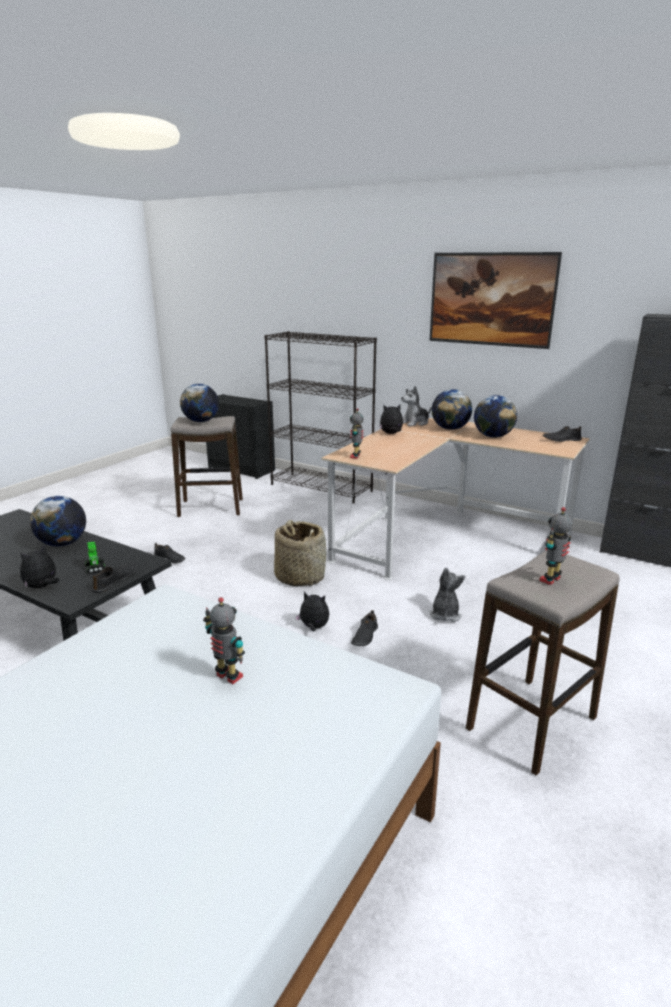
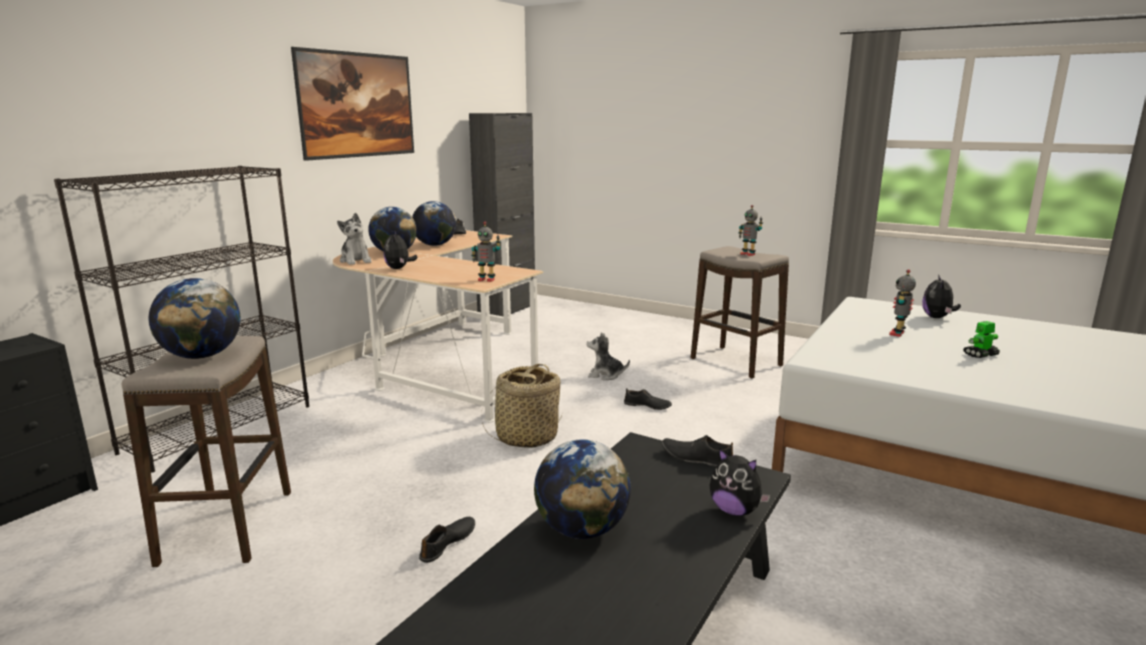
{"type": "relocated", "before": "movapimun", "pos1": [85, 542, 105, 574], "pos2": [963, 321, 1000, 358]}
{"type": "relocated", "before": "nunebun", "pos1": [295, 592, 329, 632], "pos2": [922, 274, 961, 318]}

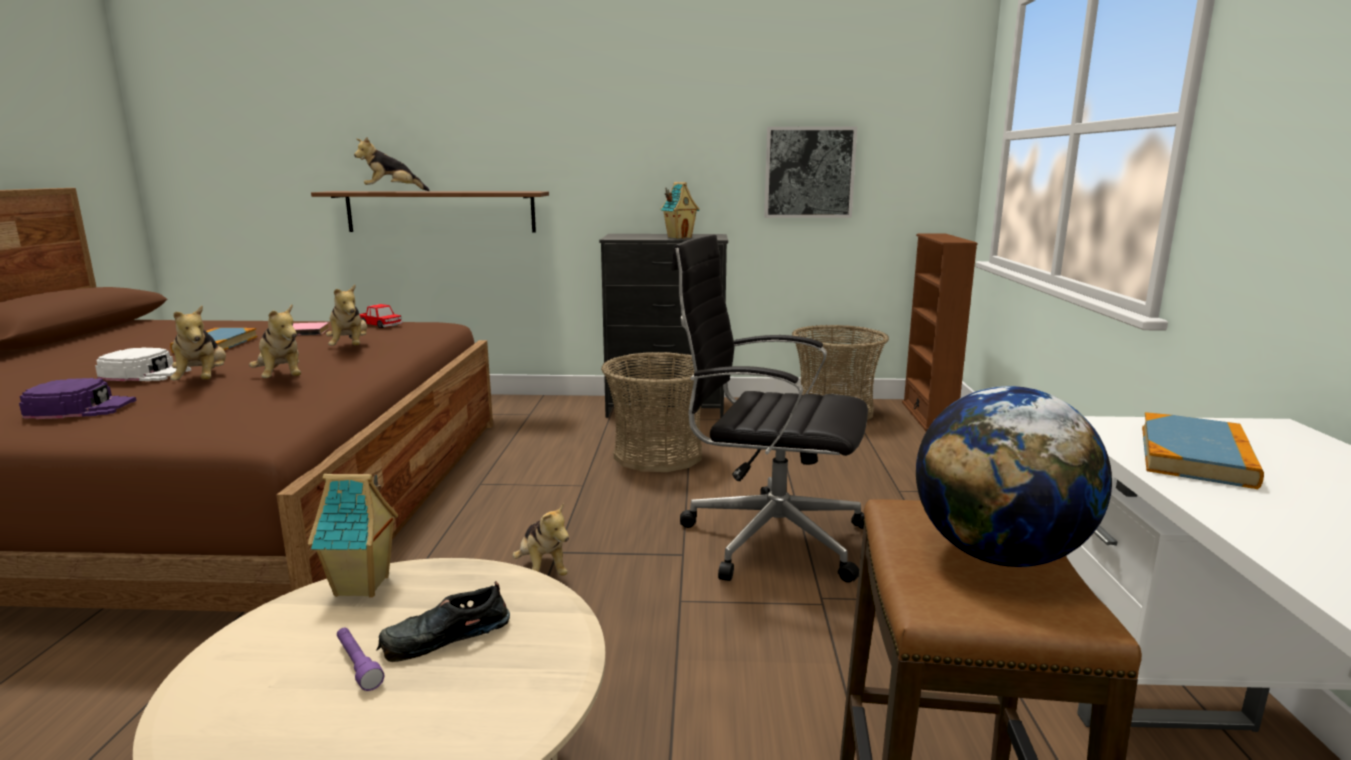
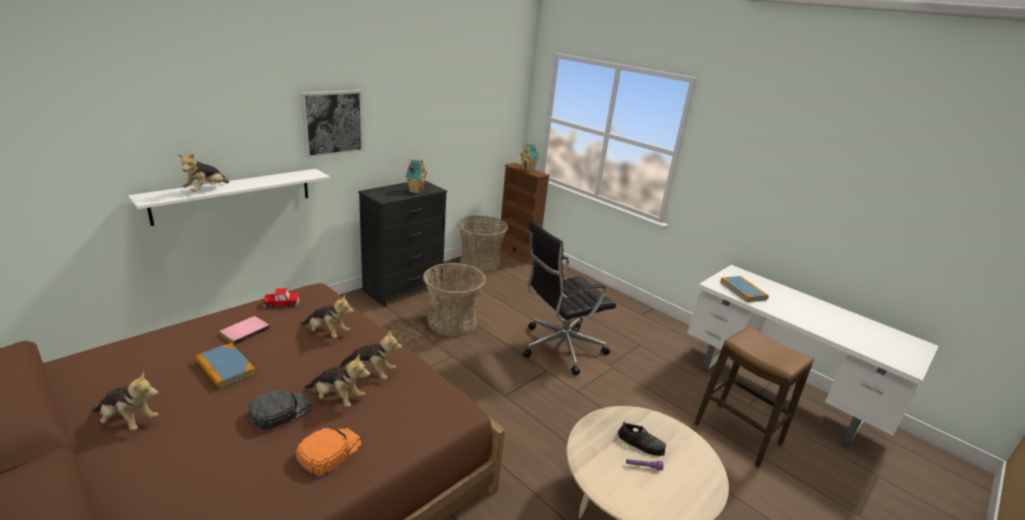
{"type": "missing", "before": "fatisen", "pos1": [916, 386, 1112, 567]}
{"type": "relocated", "before": "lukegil", "pos1": [308, 474, 398, 597], "pos2": [520, 142, 540, 171]}
{"type": "relocated", "before": "nunebun", "pos1": [512, 502, 569, 575], "pos2": [92, 371, 159, 430]}
{"type": "relocated", "before": "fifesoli", "pos1": [764, 127, 857, 218], "pos2": [301, 90, 363, 158]}
{"type": "colour", "before": "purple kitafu", "after": "orange kitafu", "pos1": [19, 378, 137, 419], "pos2": [296, 428, 362, 477]}
{"type": "colour", "before": "white kitafu", "after": "black kitafu", "pos1": [95, 348, 191, 381], "pos2": [249, 389, 312, 432]}
{"type": "colour", "before": "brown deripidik", "after": "white deripidik", "pos1": [311, 191, 549, 233], "pos2": [128, 169, 330, 226]}
{"type": "spun", "before": "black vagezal", "pos1": [376, 581, 510, 662], "pos2": [618, 422, 666, 456], "turn": -75}

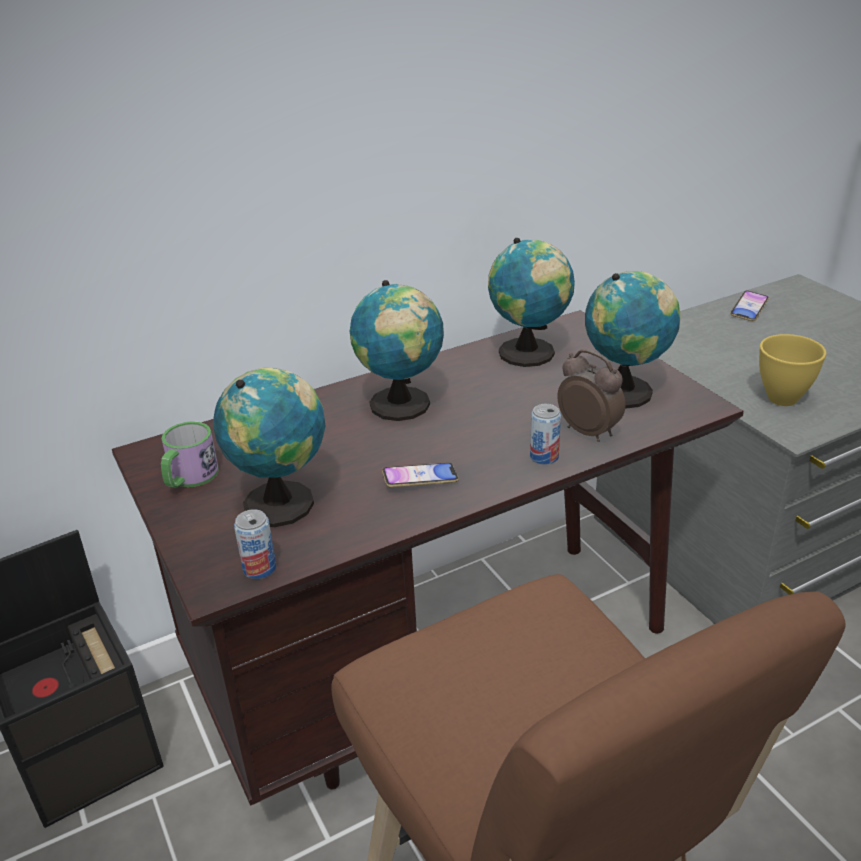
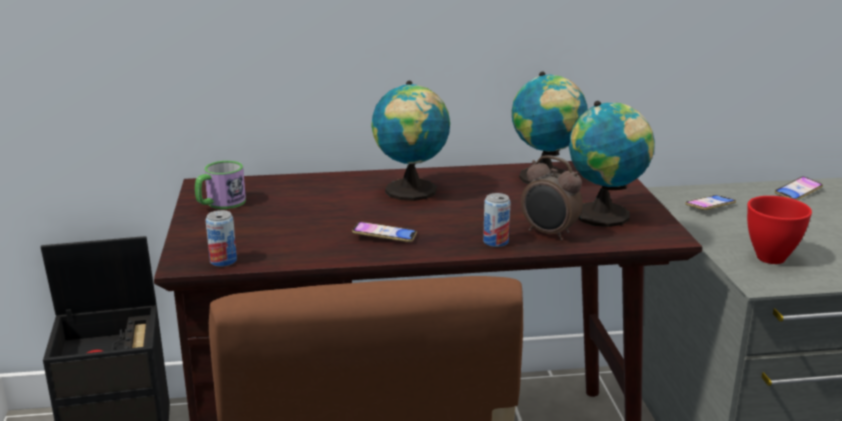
{"type": "missing", "before": "fatisen", "pos1": [213, 368, 325, 527]}
{"type": "appeared", "after": "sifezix", "pos2": [685, 195, 736, 210]}
{"type": "colour", "before": "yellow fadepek", "after": "red fadepek", "pos1": [759, 334, 826, 406], "pos2": [747, 196, 812, 264]}
{"type": "spun", "before": "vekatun", "pos1": [558, 349, 625, 442], "pos2": [521, 155, 583, 241], "turn": 150}

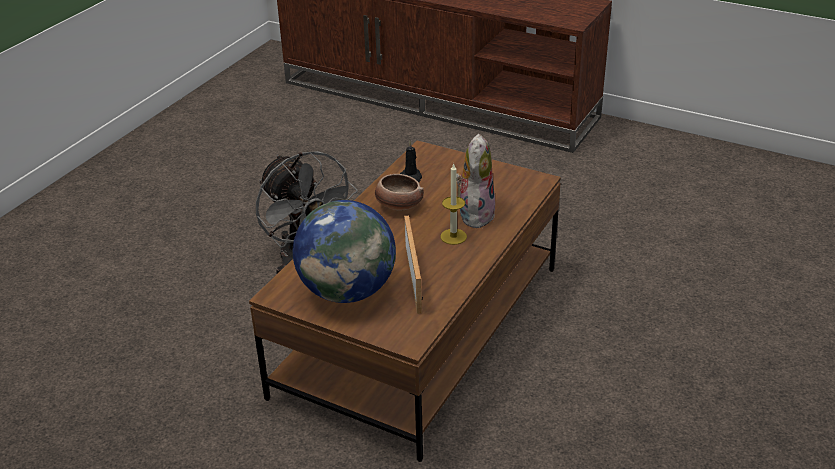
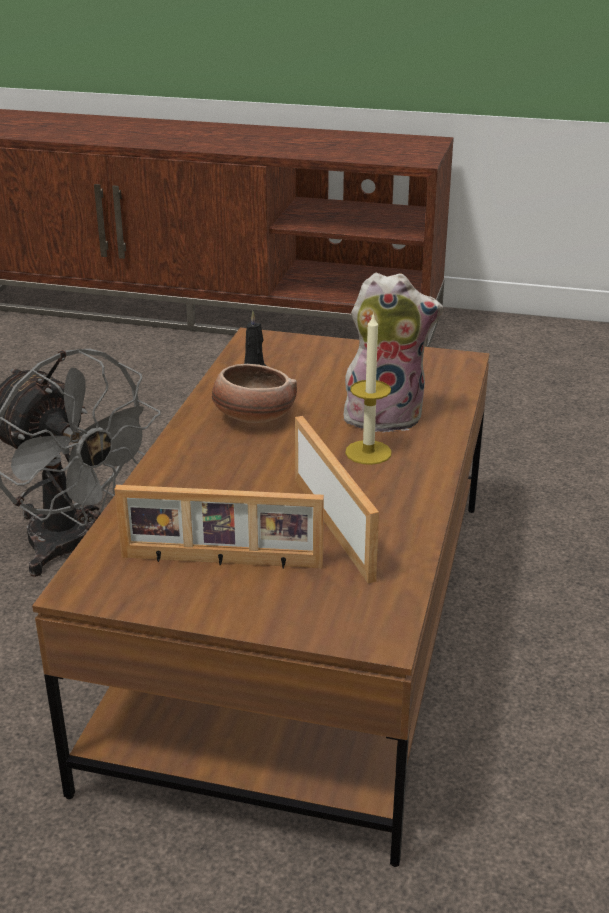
{"type": "exchanged", "before": "fatisen", "after": "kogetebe", "pos1": [293, 200, 396, 303], "pos2": [114, 485, 324, 569]}
{"type": "spun", "before": "nunebun", "pos1": [457, 134, 495, 228], "pos2": [344, 272, 443, 433], "turn": 90}

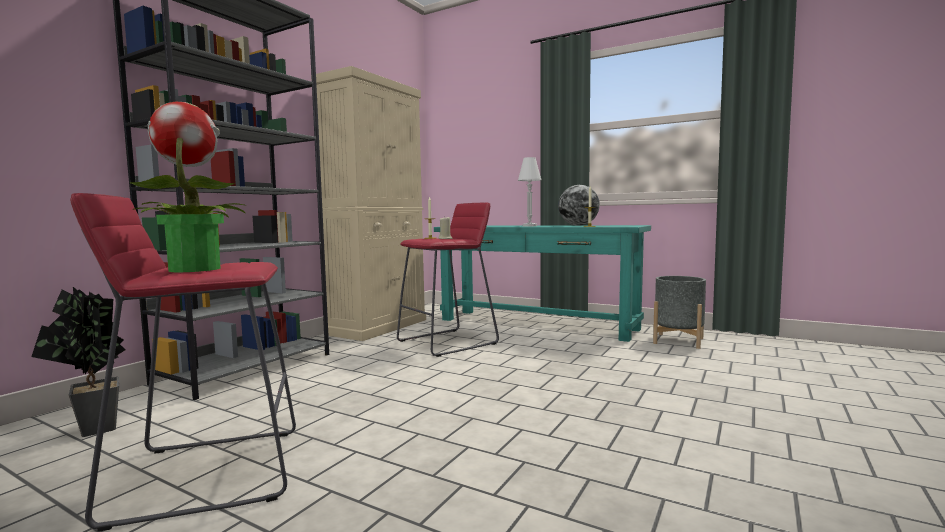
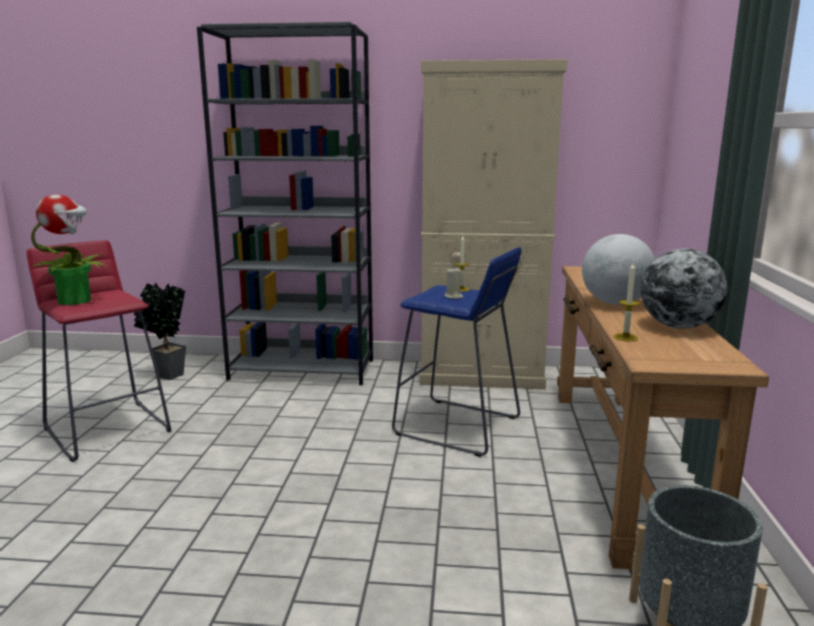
{"type": "exchanged", "before": "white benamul", "after": "fatisen", "pos1": [518, 157, 542, 227], "pos2": [582, 234, 655, 305]}
{"type": "colour", "before": "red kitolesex", "after": "blue kitolesex", "pos1": [397, 203, 499, 357], "pos2": [392, 247, 522, 457]}
{"type": "colour", "before": "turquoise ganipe", "after": "brown ganipe", "pos1": [434, 225, 651, 342], "pos2": [557, 266, 769, 569]}

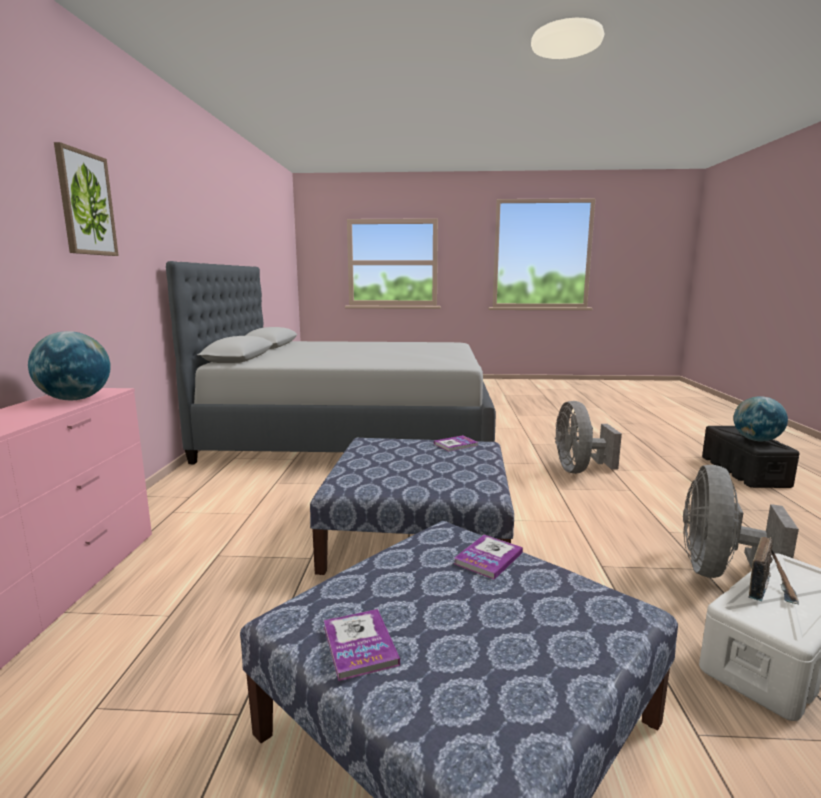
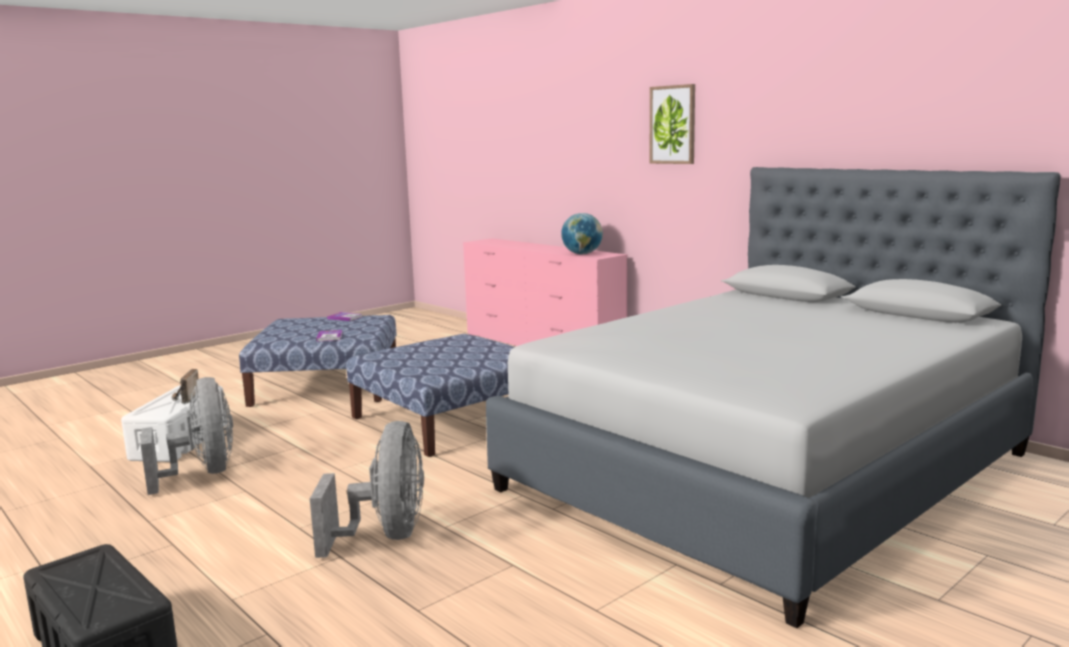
{"type": "missing", "before": "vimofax", "pos1": [434, 435, 478, 452]}
{"type": "missing", "before": "fatisen", "pos1": [734, 396, 788, 441]}
{"type": "spun", "before": "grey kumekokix", "pos1": [555, 401, 622, 474], "pos2": [310, 421, 424, 558], "turn": 45}

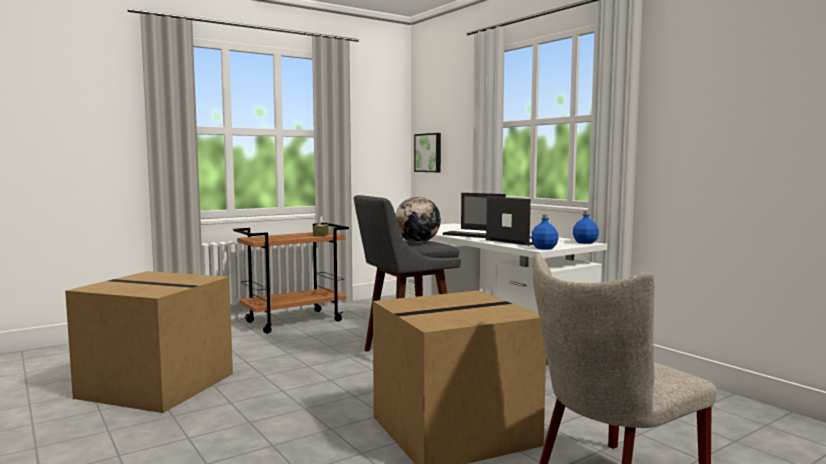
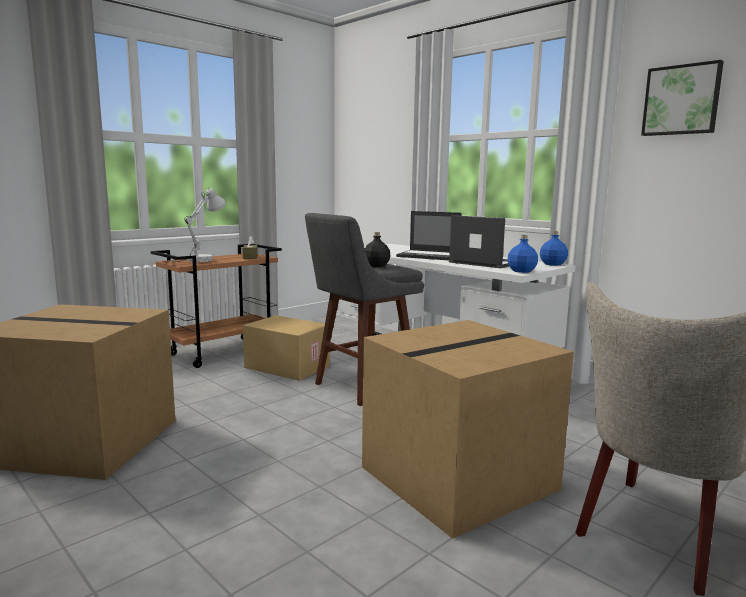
{"type": "appeared", "after": "white benamul", "pos2": [171, 188, 226, 262]}
{"type": "appeared", "after": "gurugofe", "pos2": [243, 315, 330, 381]}
{"type": "relocated", "before": "fifesoli", "pos1": [414, 133, 441, 172], "pos2": [641, 60, 724, 136]}
{"type": "exchanged", "before": "fatisen", "after": "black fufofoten", "pos1": [395, 197, 441, 243], "pos2": [365, 232, 390, 267]}

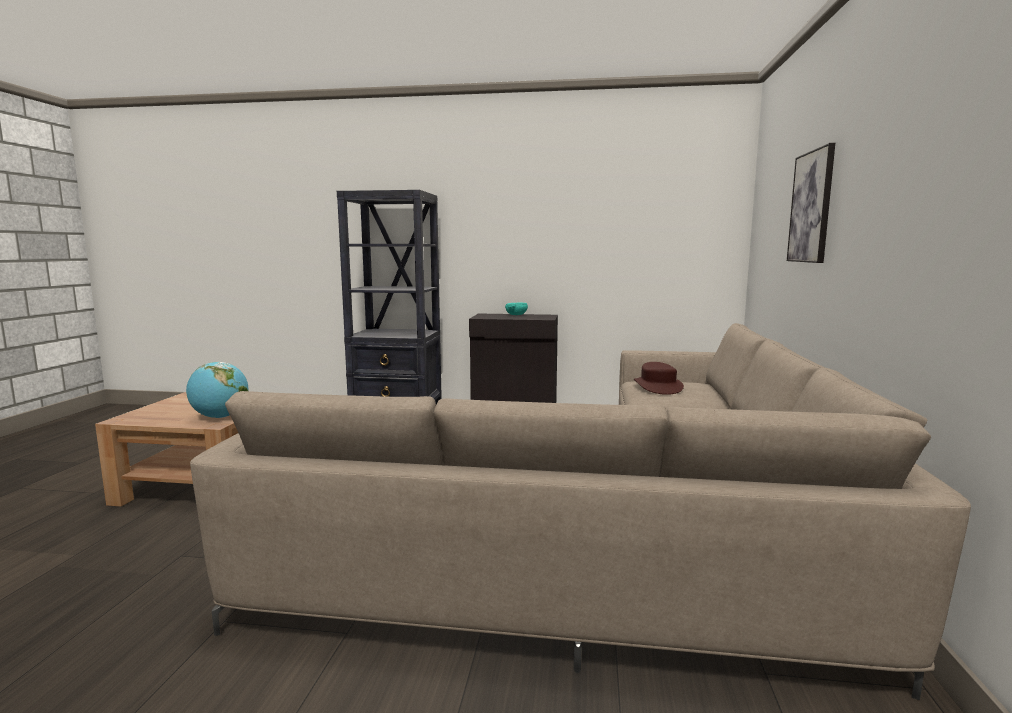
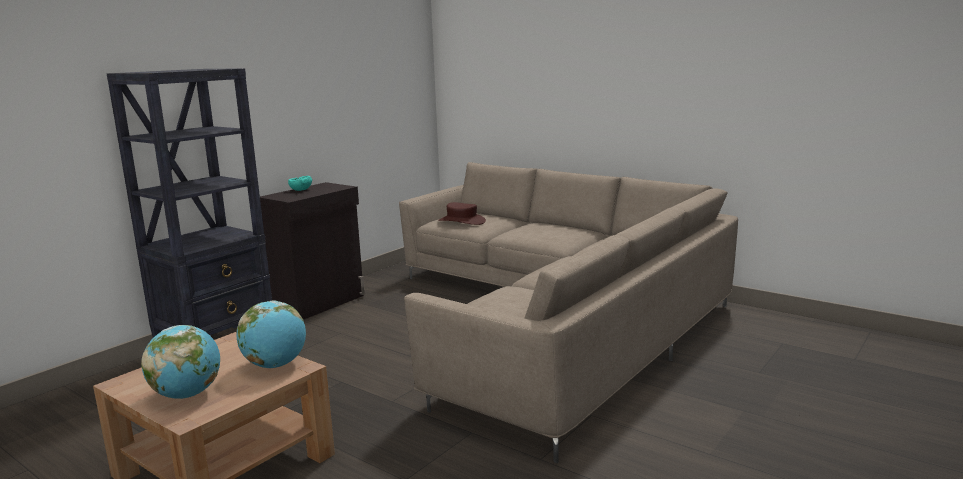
{"type": "missing", "before": "fifesoli", "pos1": [787, 143, 835, 263]}
{"type": "appeared", "after": "fatisen", "pos2": [141, 325, 220, 399]}

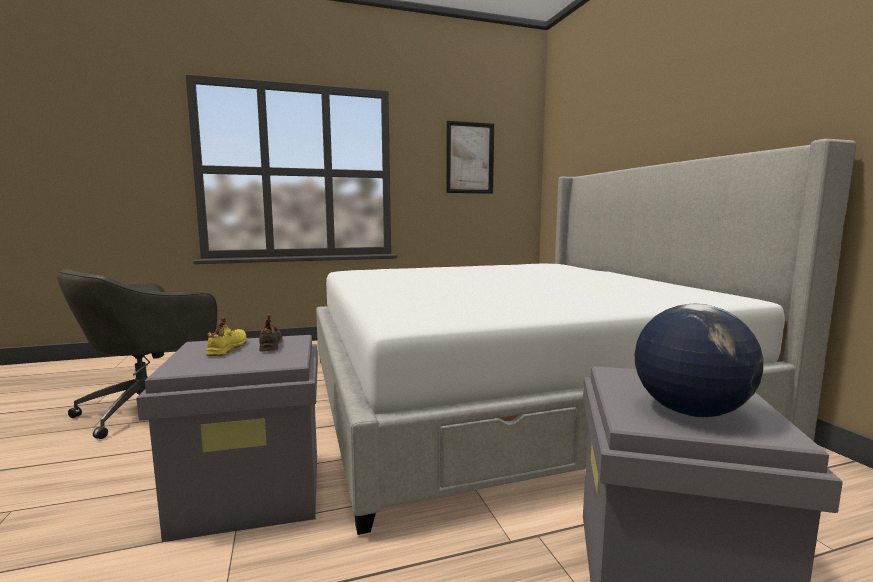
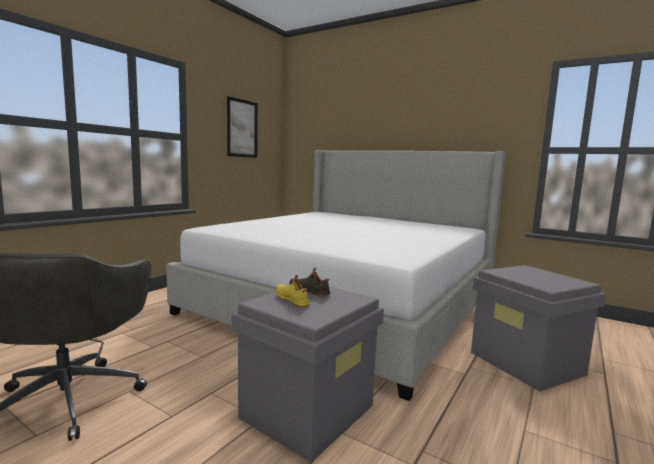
{"type": "missing", "before": "fatisen", "pos1": [635, 304, 763, 417]}

